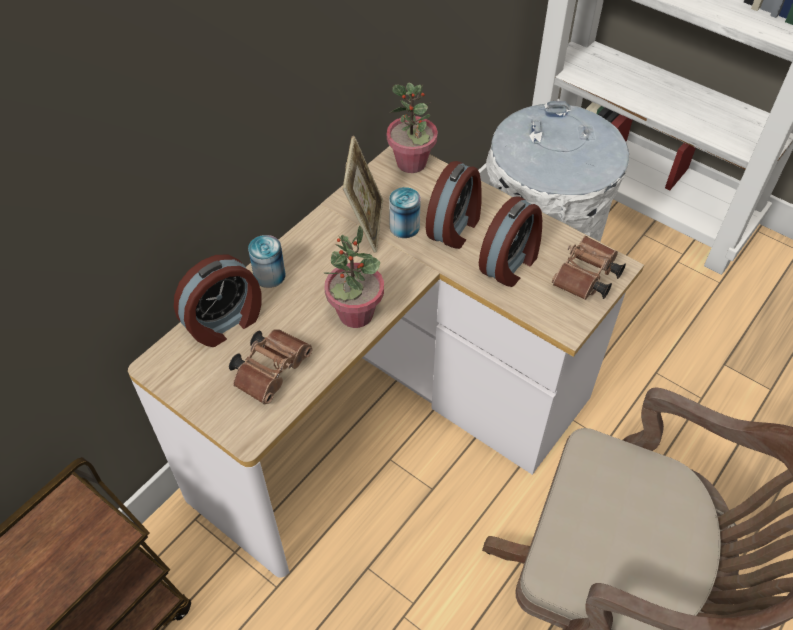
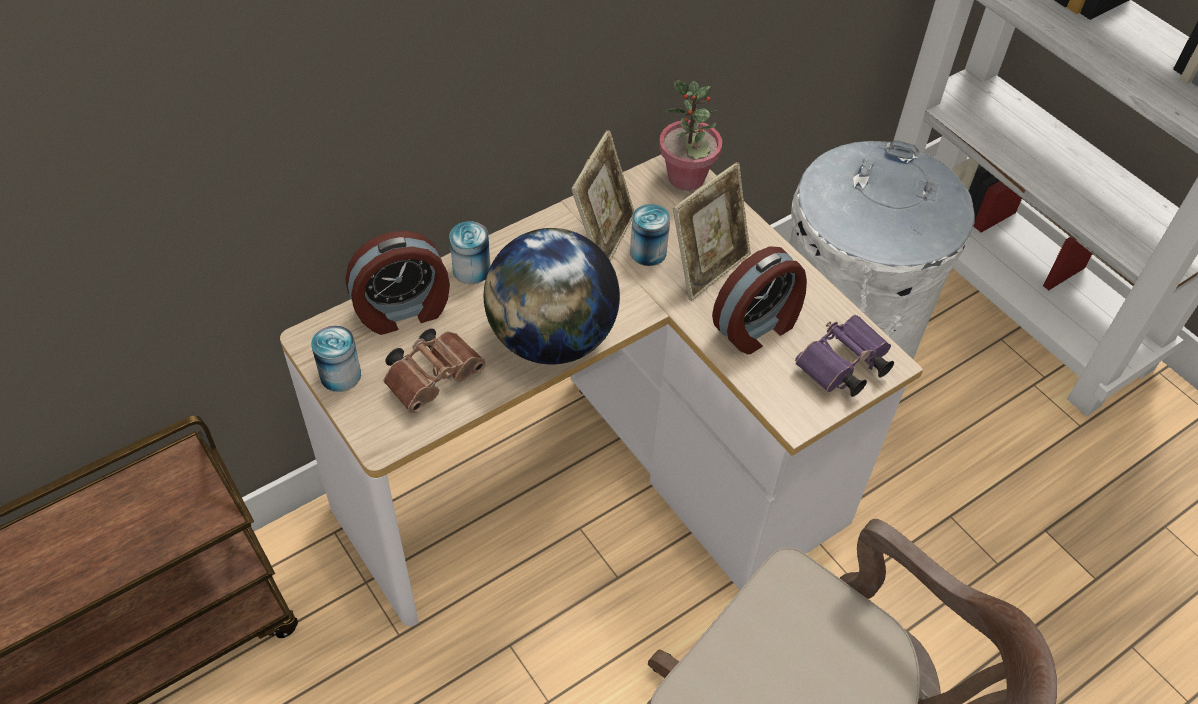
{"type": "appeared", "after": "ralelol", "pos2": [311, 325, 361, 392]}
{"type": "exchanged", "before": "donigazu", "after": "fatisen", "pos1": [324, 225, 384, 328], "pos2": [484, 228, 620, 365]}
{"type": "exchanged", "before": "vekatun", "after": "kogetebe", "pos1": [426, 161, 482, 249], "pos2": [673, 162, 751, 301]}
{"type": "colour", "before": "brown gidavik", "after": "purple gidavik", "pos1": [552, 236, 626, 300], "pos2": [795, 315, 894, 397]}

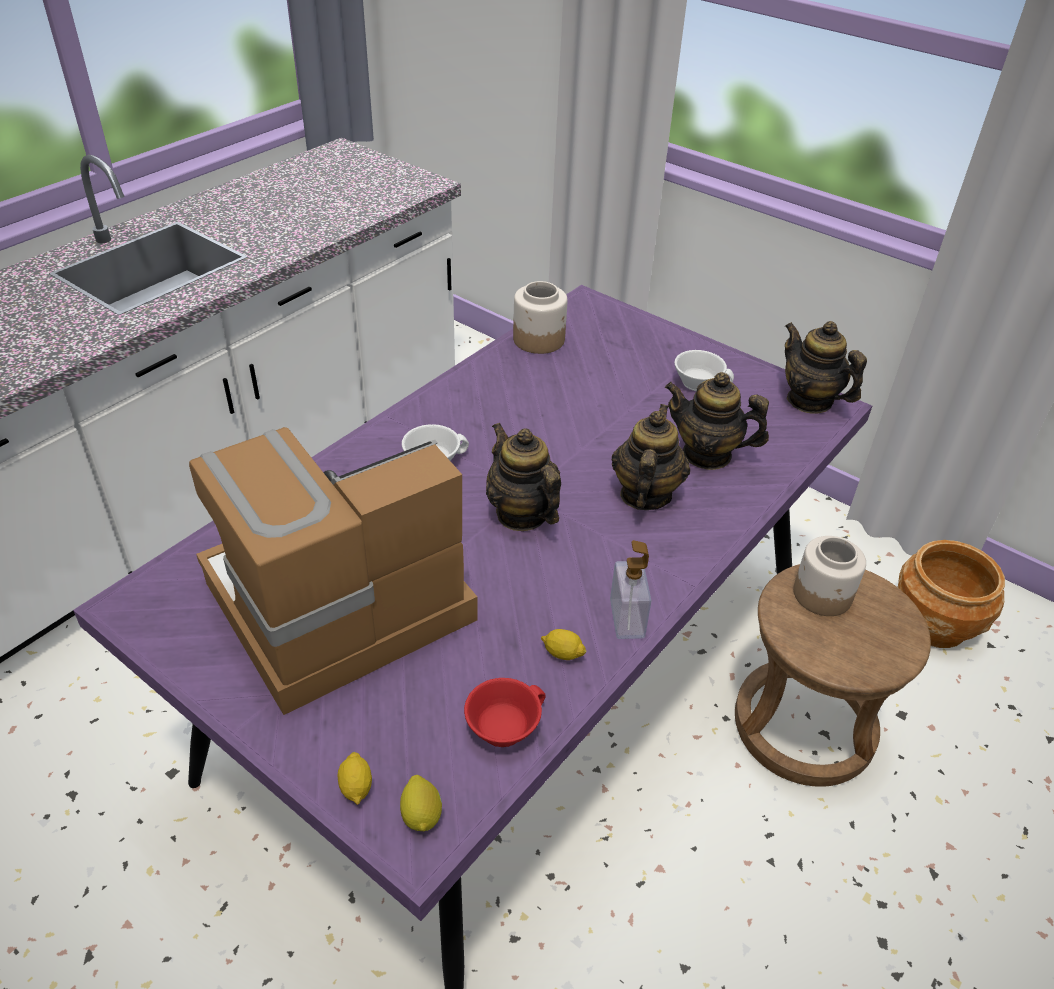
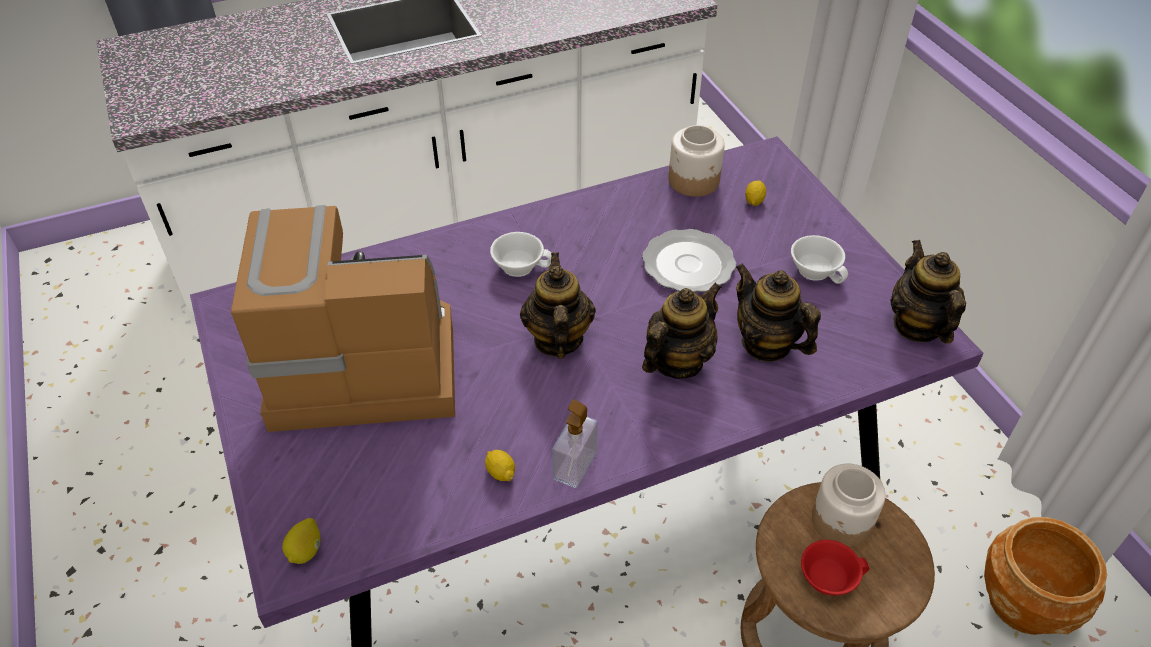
{"type": "appeared", "after": "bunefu", "pos2": [642, 229, 736, 292]}
{"type": "relocated", "before": "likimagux", "pos1": [337, 752, 372, 805], "pos2": [745, 180, 766, 206]}
{"type": "relocated", "before": "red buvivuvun", "pos1": [464, 678, 546, 747], "pos2": [801, 540, 869, 595]}

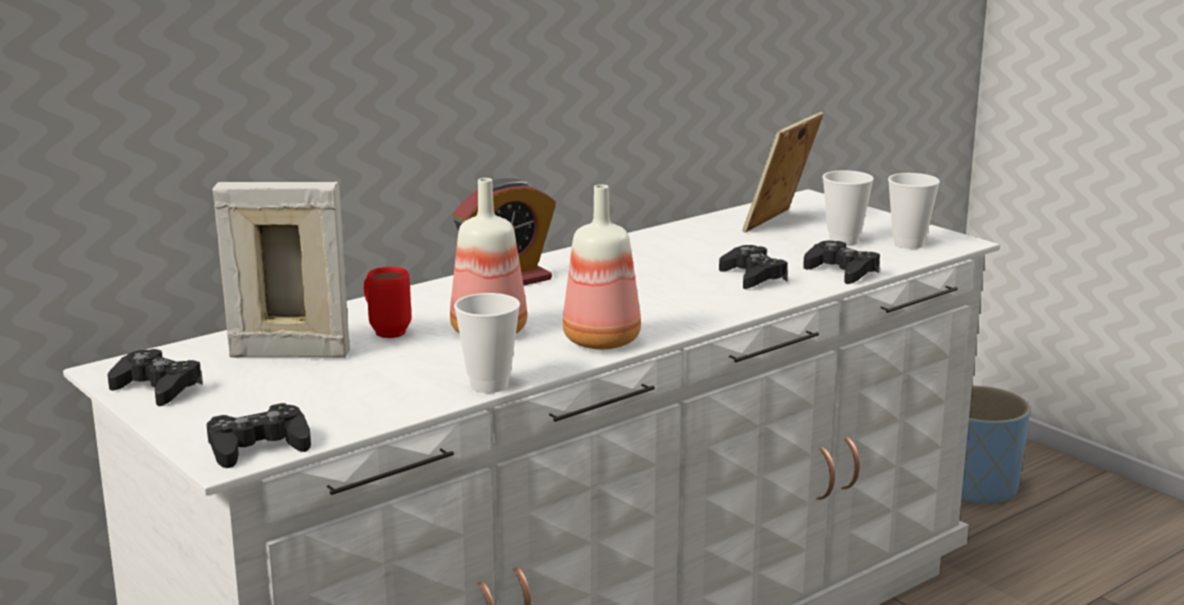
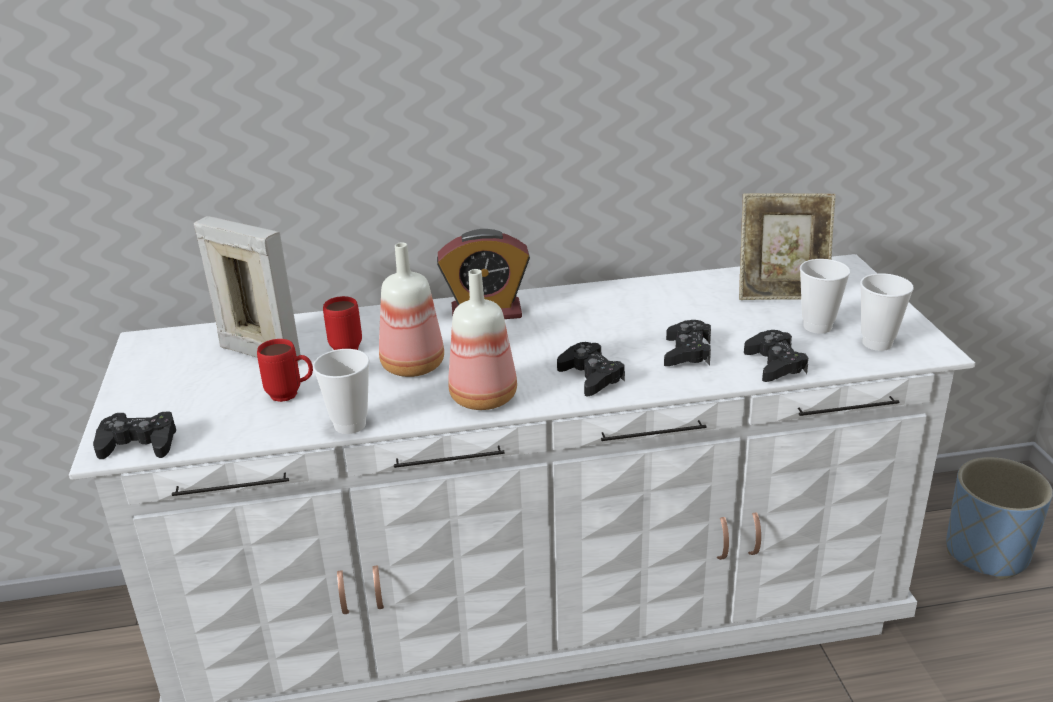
{"type": "appeared", "after": "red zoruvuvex", "pos2": [257, 339, 313, 402]}
{"type": "relocated", "before": "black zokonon", "pos1": [108, 349, 203, 406], "pos2": [557, 342, 625, 396]}
{"type": "spun", "before": "kogetebe", "pos1": [742, 112, 824, 233], "pos2": [739, 193, 836, 300], "turn": -150}

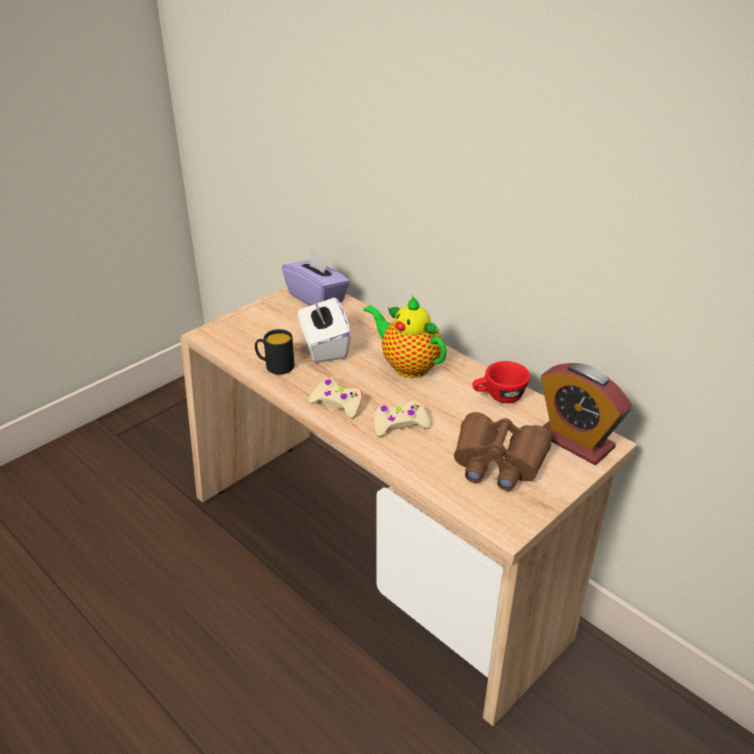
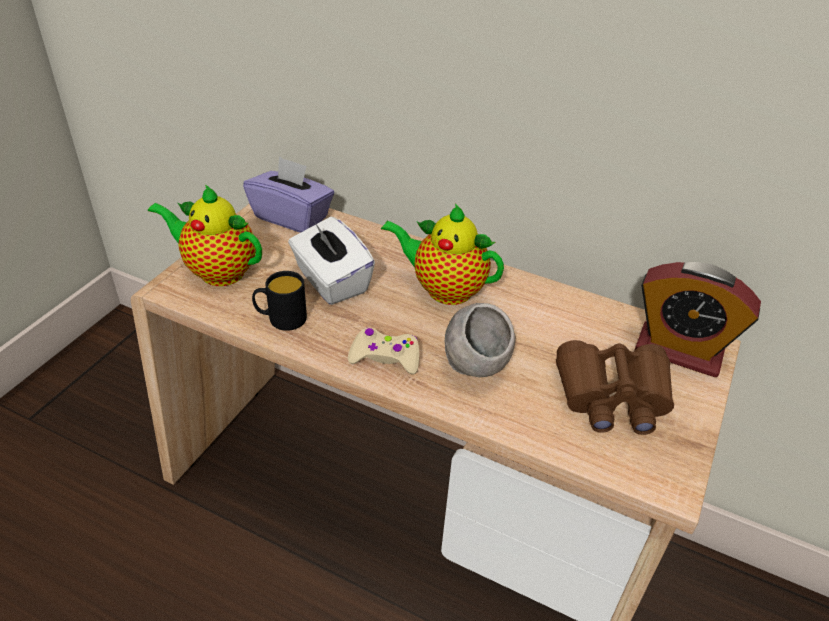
{"type": "missing", "before": "red buvivuvun", "pos1": [472, 361, 530, 403]}
{"type": "appeared", "after": "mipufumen", "pos2": [148, 184, 262, 286]}
{"type": "exchanged", "before": "beige zokonon", "after": "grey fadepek", "pos1": [374, 401, 431, 437], "pos2": [445, 303, 516, 377]}

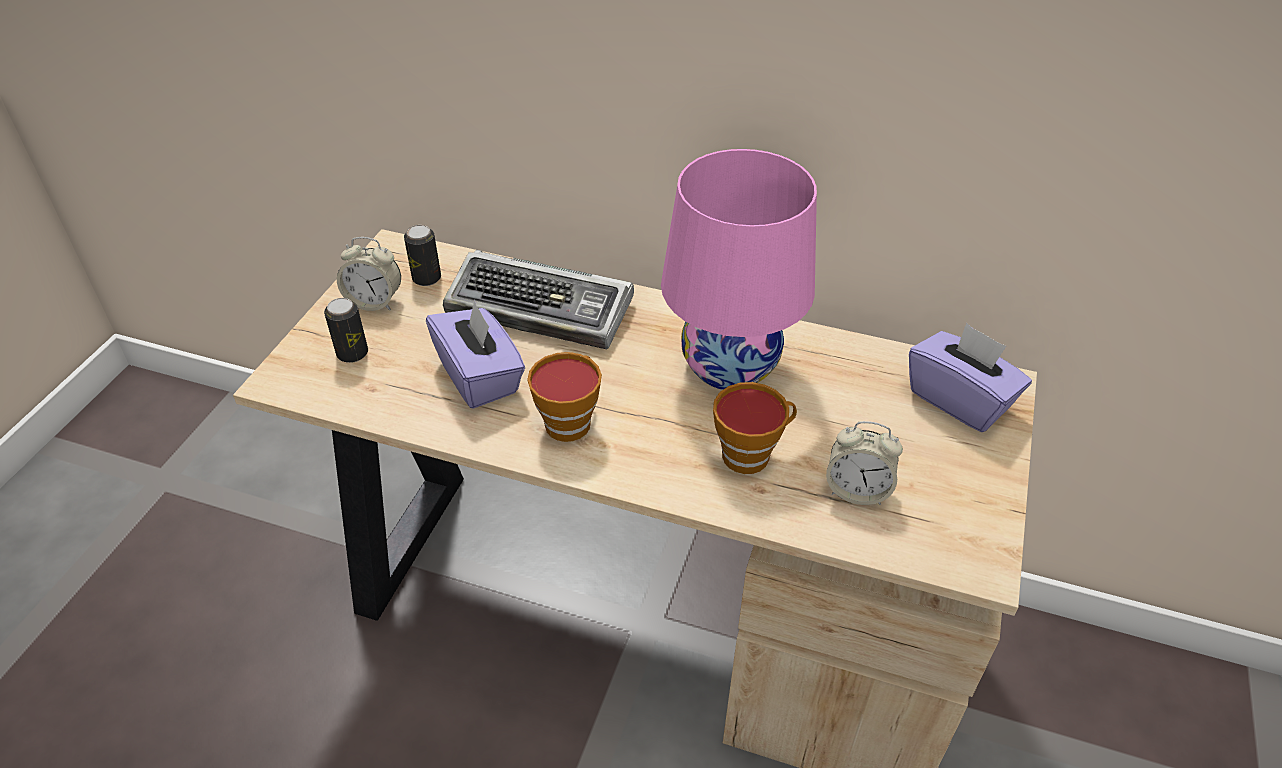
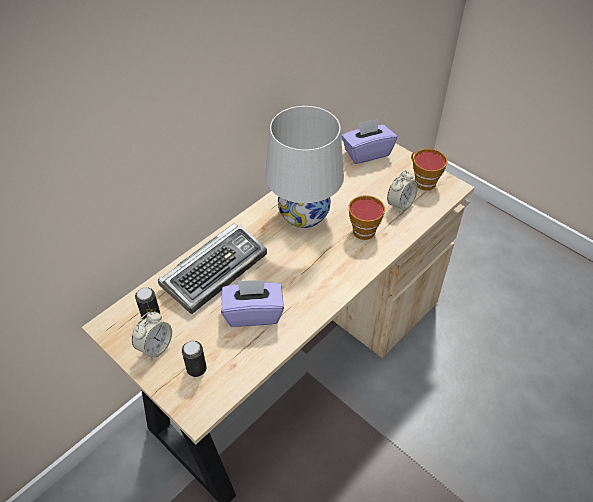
{"type": "relocated", "before": "buvivuvun", "pos1": [527, 352, 602, 442], "pos2": [411, 149, 448, 191]}
{"type": "colour", "before": "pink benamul", "after": "white benamul", "pos1": [661, 149, 817, 390], "pos2": [265, 106, 344, 228]}

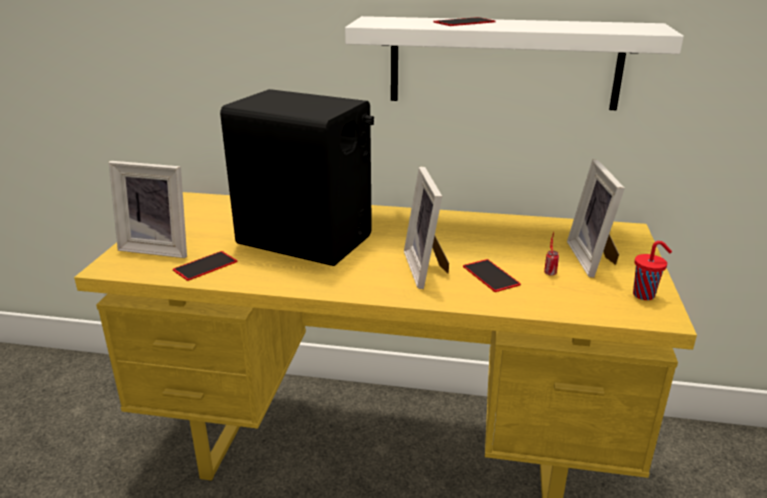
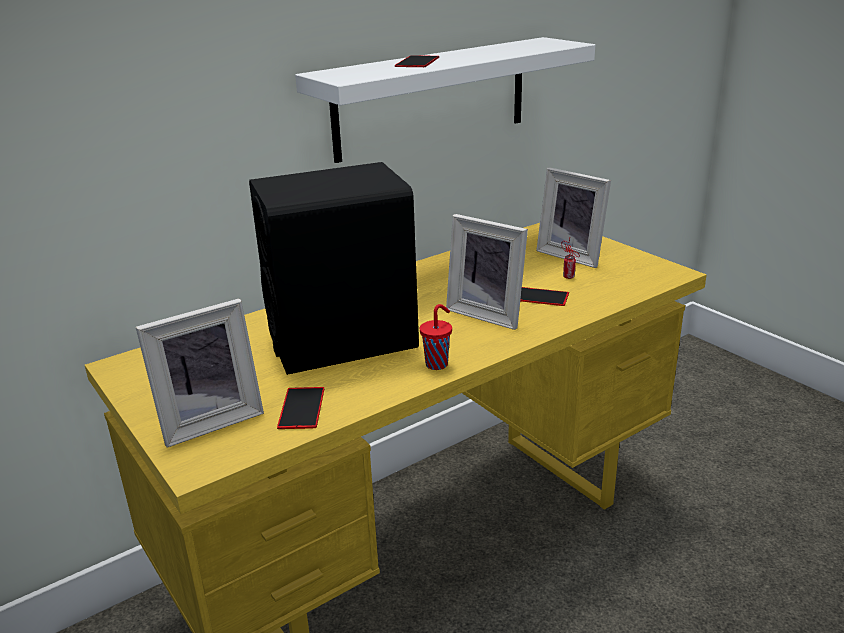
{"type": "relocated", "before": "red buvivuvun", "pos1": [633, 241, 672, 300], "pos2": [420, 304, 452, 370]}

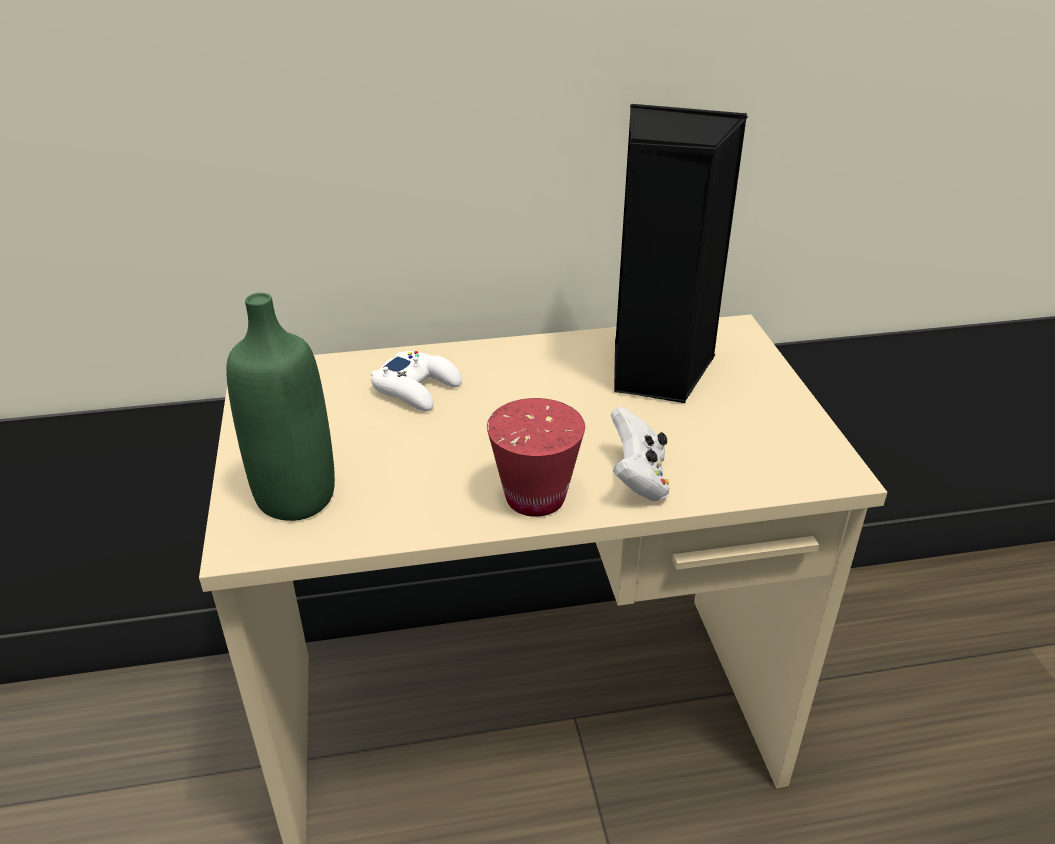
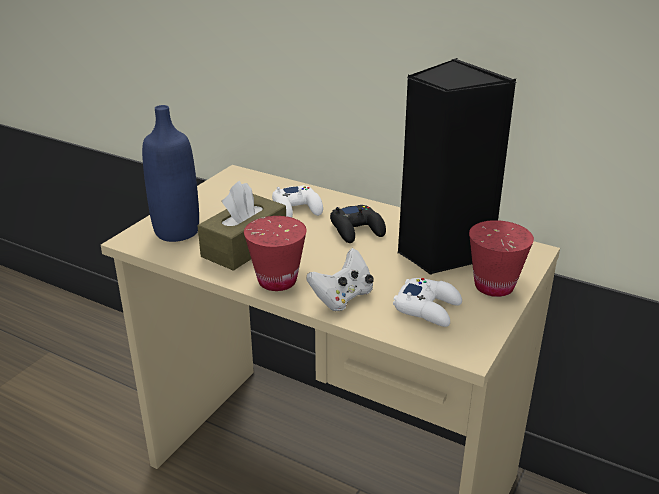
{"type": "appeared", "after": "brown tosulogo", "pos2": [198, 181, 286, 271]}
{"type": "appeared", "after": "black zokonon", "pos2": [330, 205, 386, 243]}
{"type": "appeared", "after": "white zokonon", "pos2": [393, 278, 462, 327]}
{"type": "appeared", "after": "red buvivuvun", "pos2": [469, 220, 534, 297]}
{"type": "colour", "before": "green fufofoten", "after": "blue fufofoten", "pos1": [226, 293, 335, 521], "pos2": [142, 105, 199, 242]}

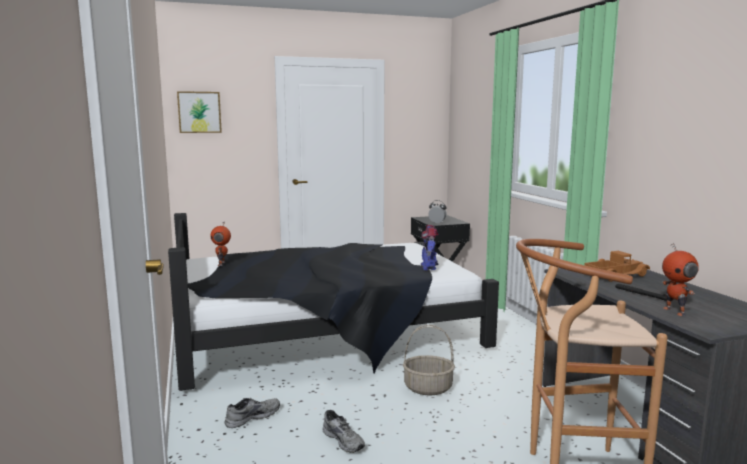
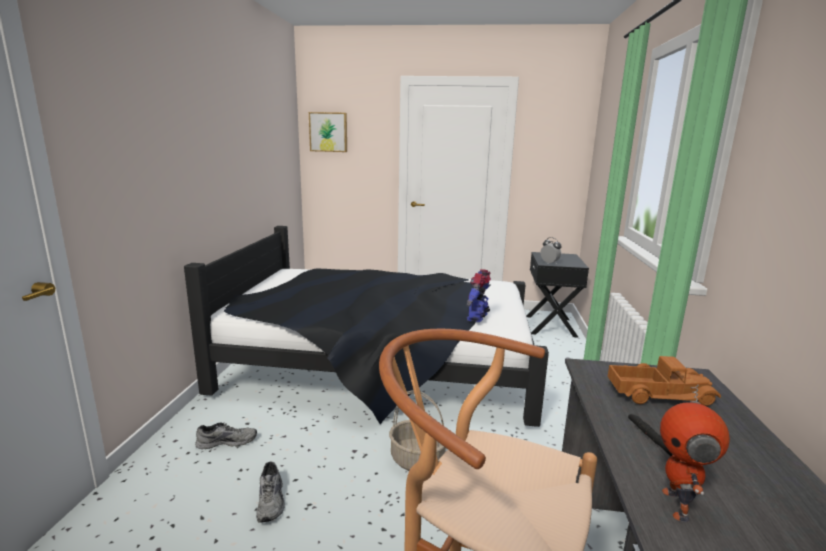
{"type": "missing", "before": "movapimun", "pos1": [211, 222, 231, 266]}

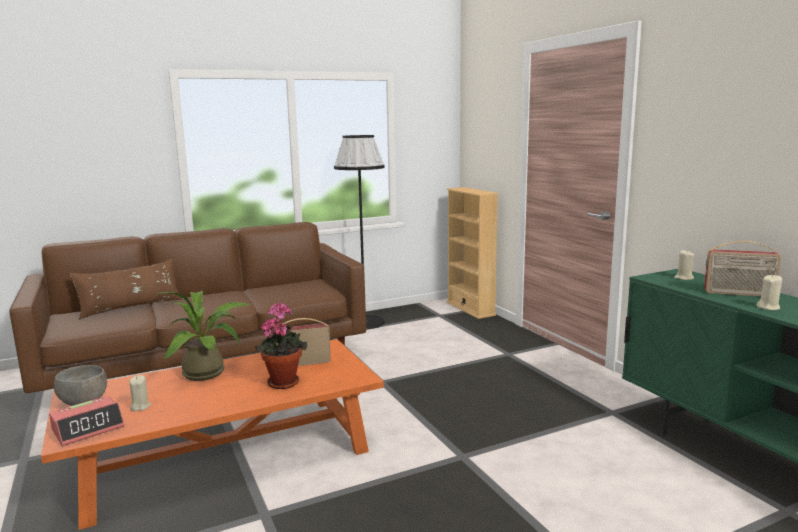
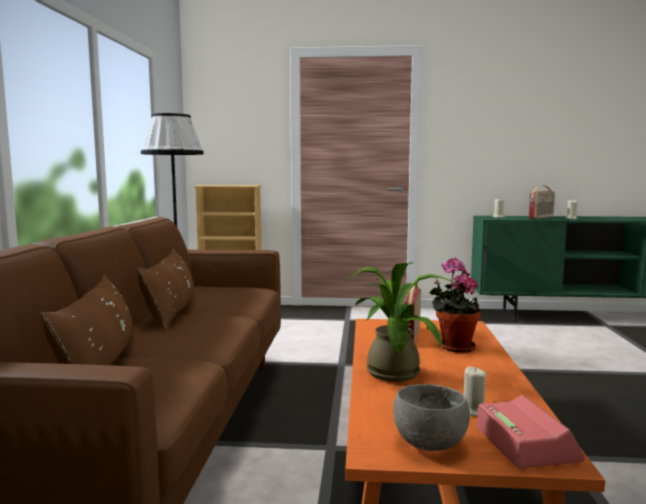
{"type": "appeared", "after": "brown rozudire", "pos2": [137, 248, 194, 331]}

